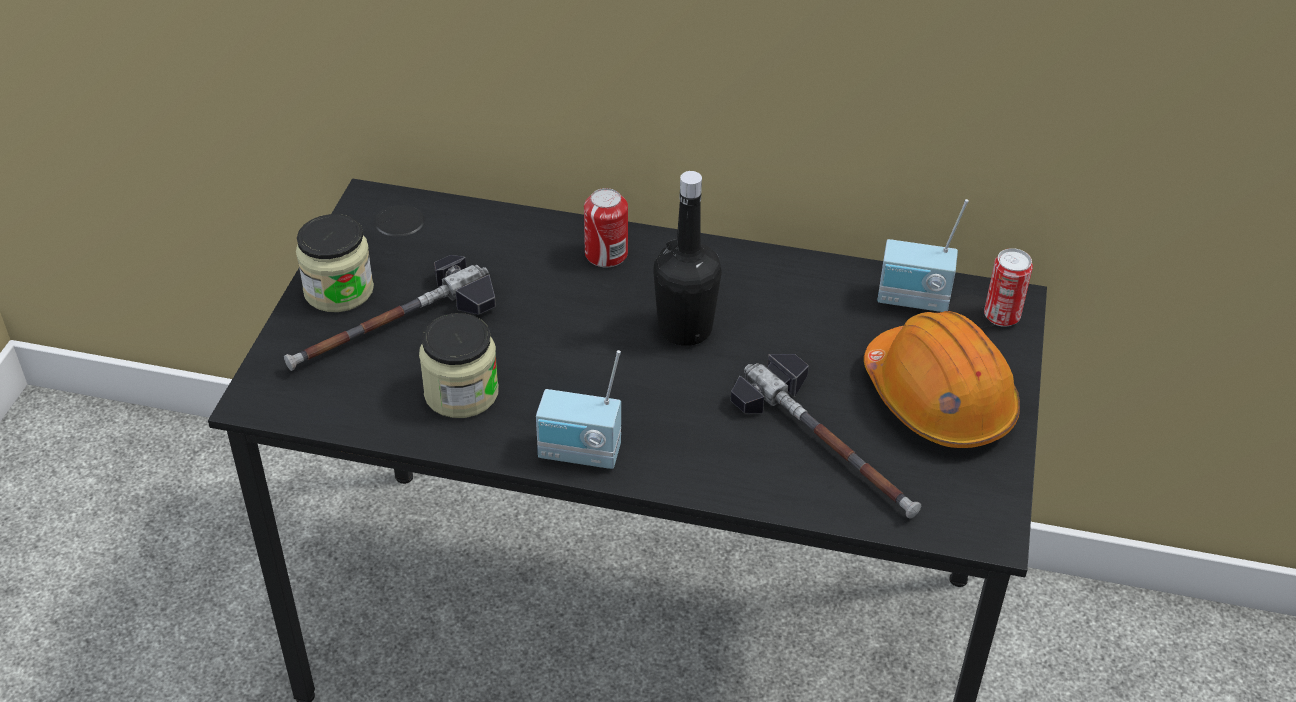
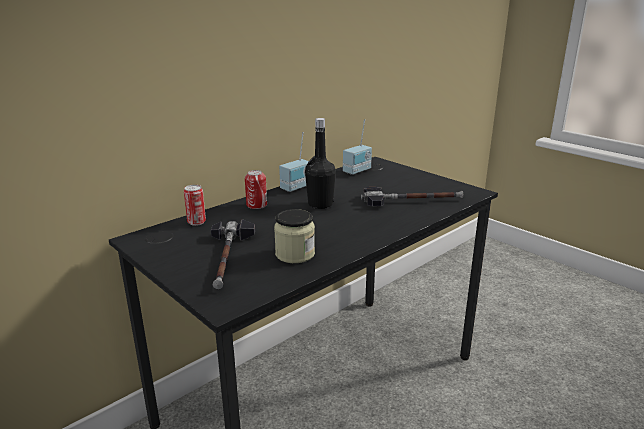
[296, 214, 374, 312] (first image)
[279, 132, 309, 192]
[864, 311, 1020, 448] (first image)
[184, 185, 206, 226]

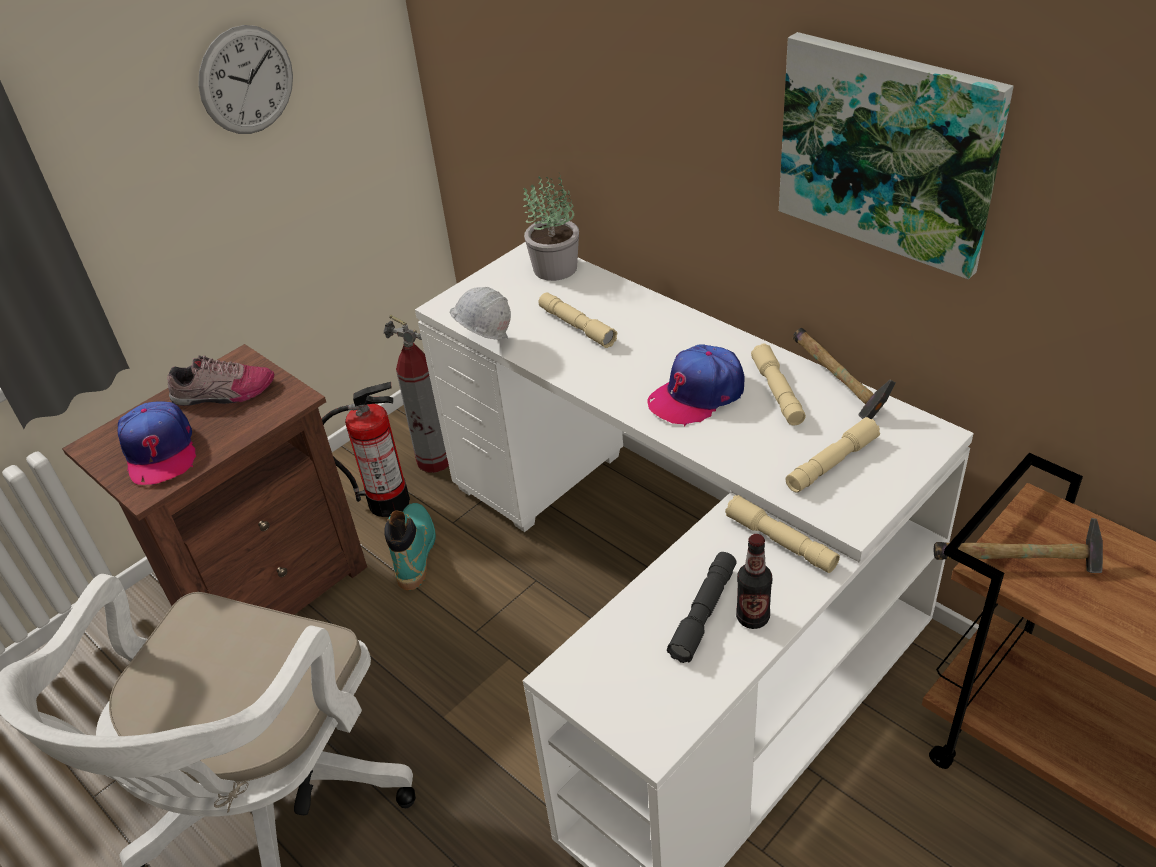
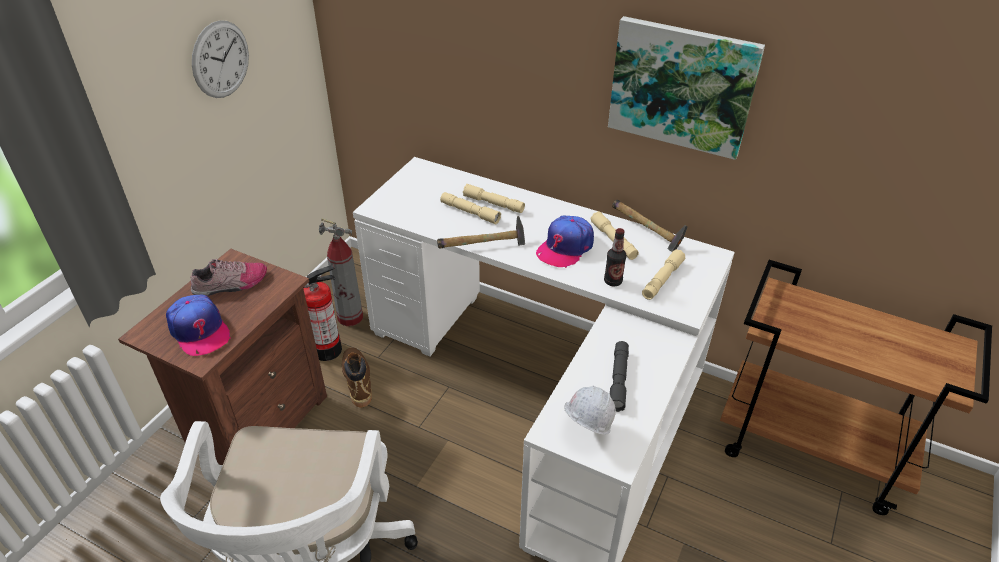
[342, 347, 372, 407]
[564, 386, 616, 435]
[523, 172, 579, 281] (first image)
[463, 184, 525, 213]
[604, 228, 626, 286]
[437, 216, 525, 249]

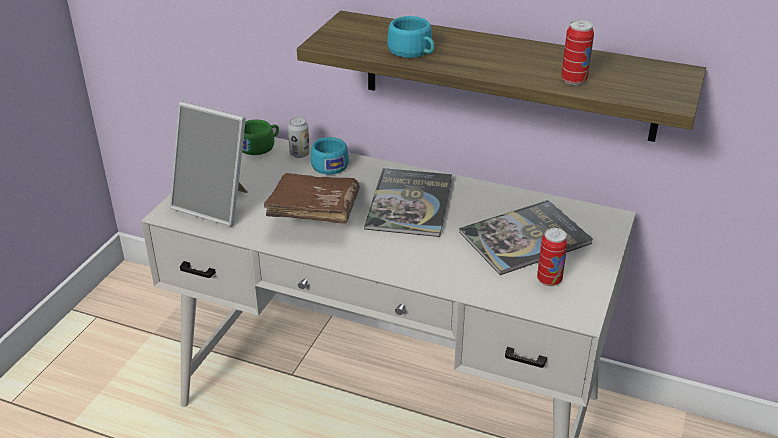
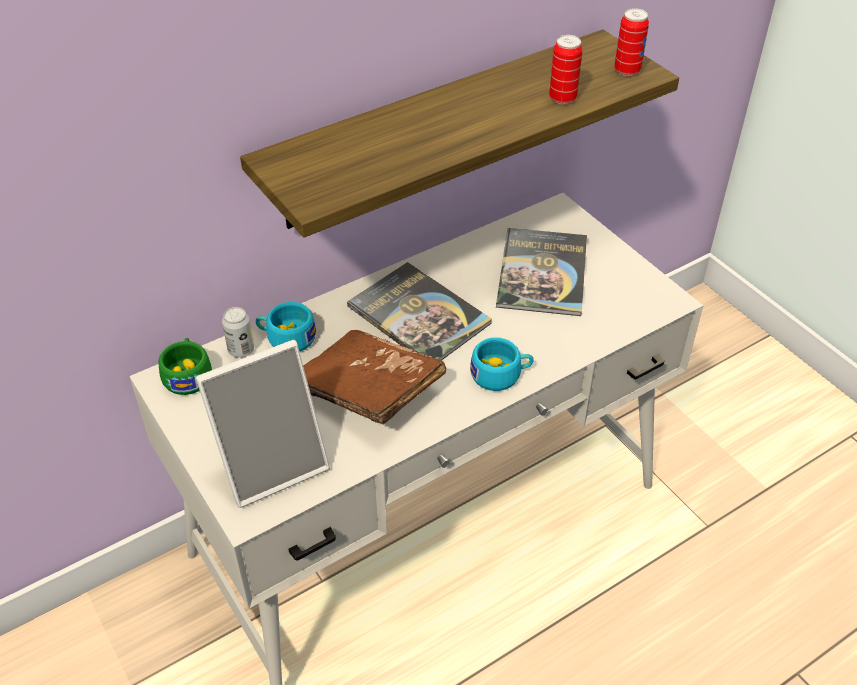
[470, 337, 534, 391]
[615, 8, 649, 76]

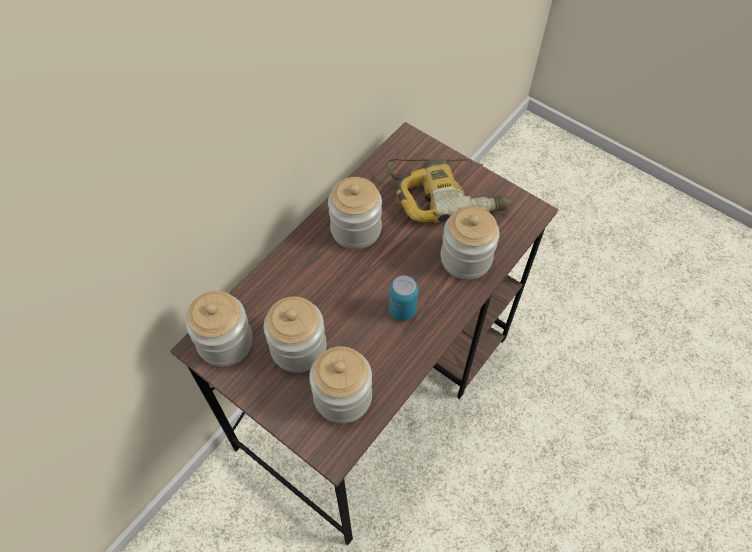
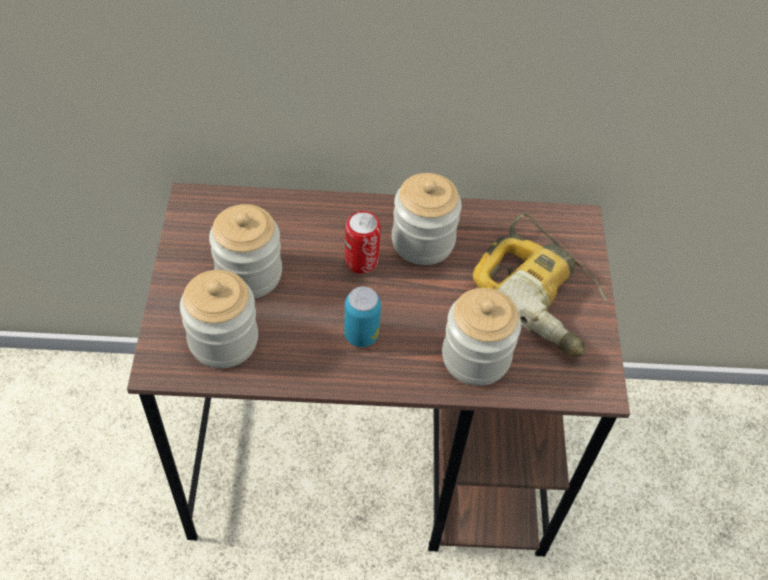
[185, 291, 253, 367] (first image)
[345, 211, 381, 274]

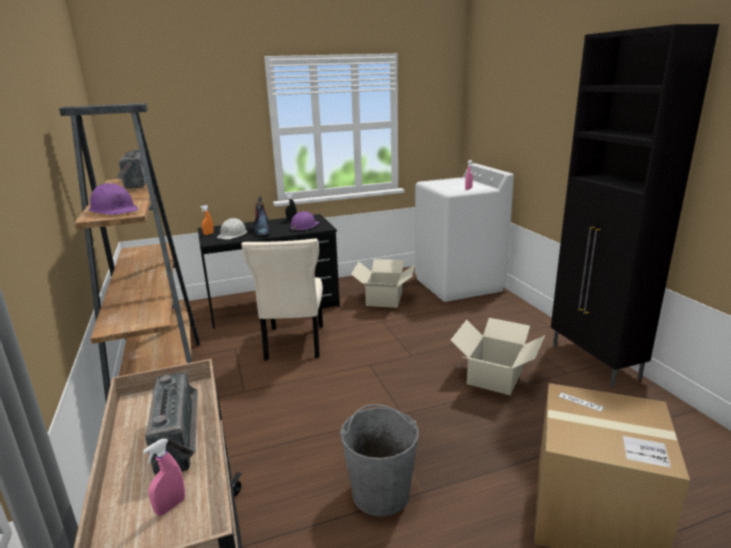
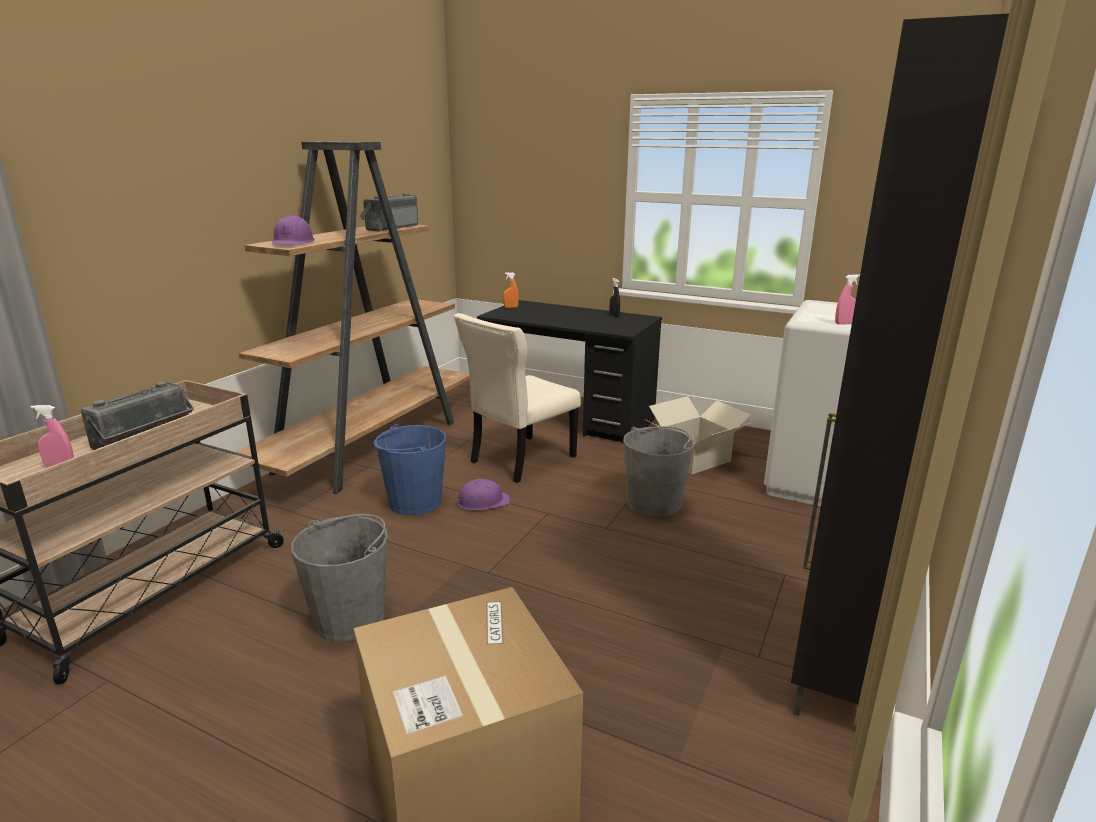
[217, 218, 247, 239] (first image)
[253, 197, 270, 236] (first image)
[454, 479, 511, 510]
[450, 318, 545, 395] (first image)
[374, 424, 446, 515]
[623, 426, 694, 517]

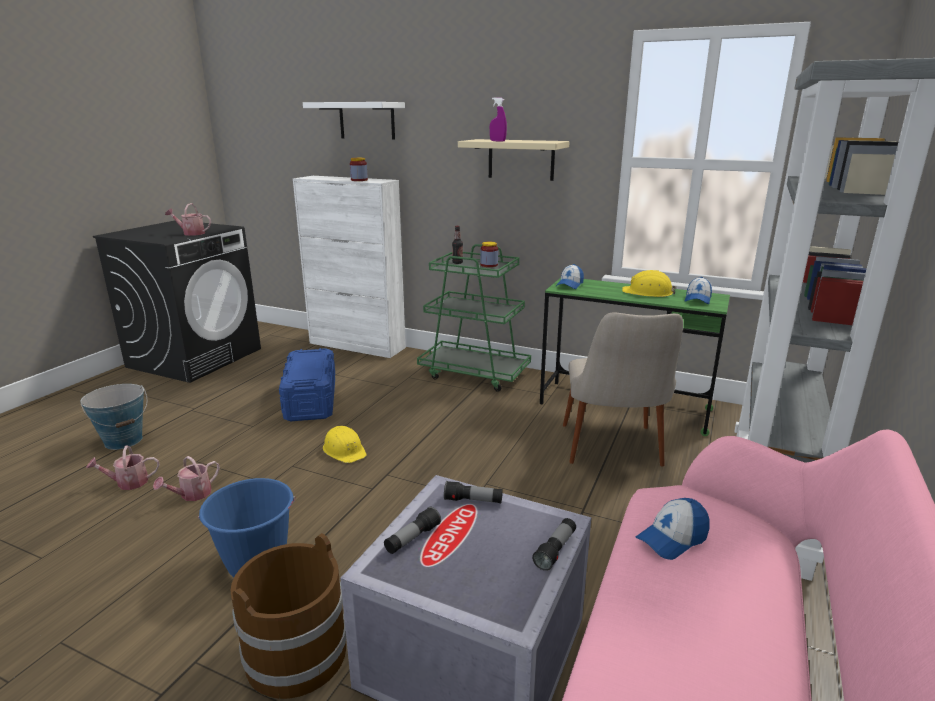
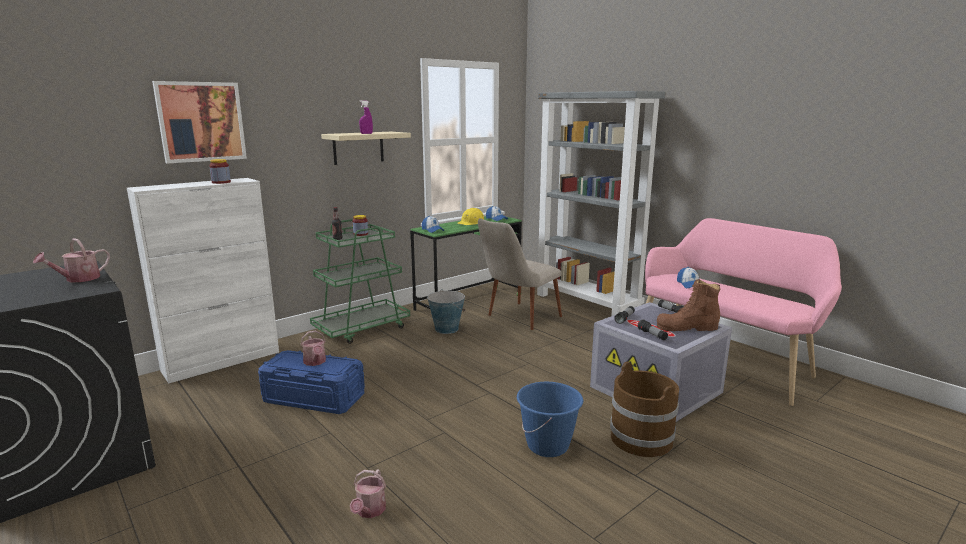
[427, 289, 465, 334]
[300, 331, 326, 366]
[152, 81, 247, 164]
[323, 426, 367, 463] (first image)
[478, 218, 562, 330]
[657, 279, 720, 331]

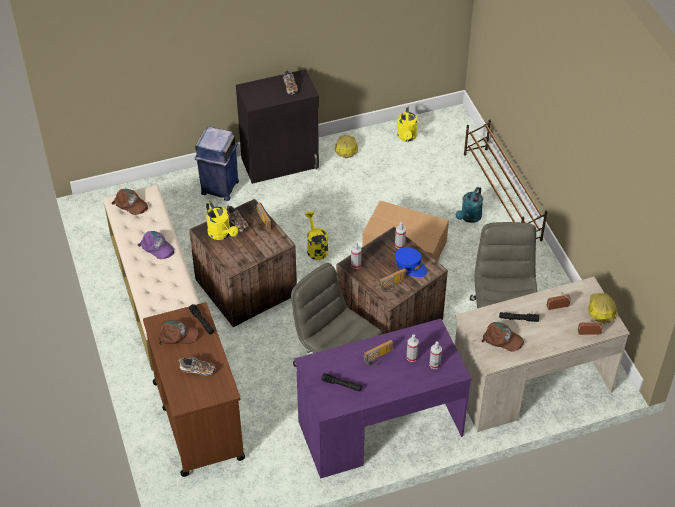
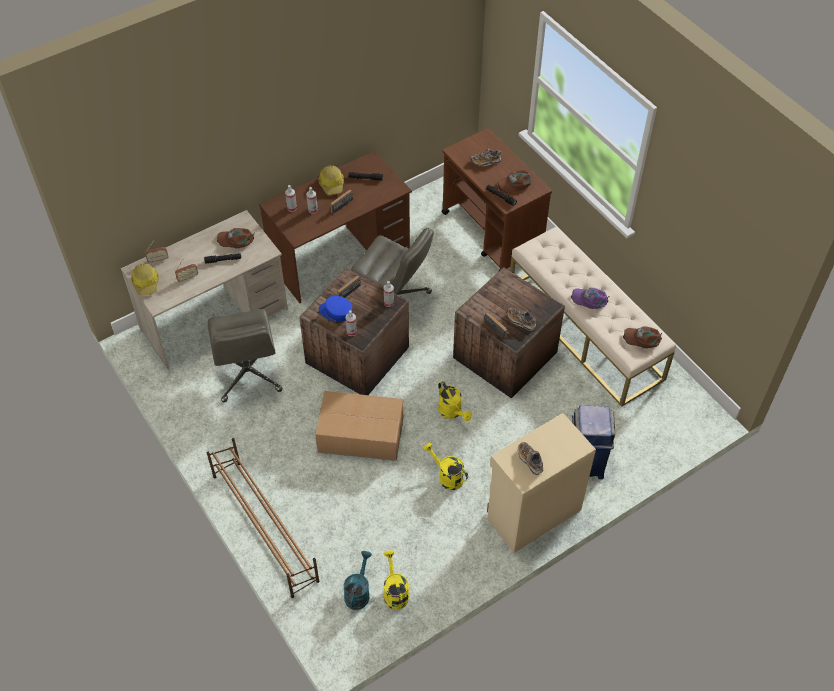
[423, 443, 468, 490]
[487, 413, 596, 553]
[259, 150, 412, 303]
[318, 166, 344, 195]
[344, 551, 372, 610]

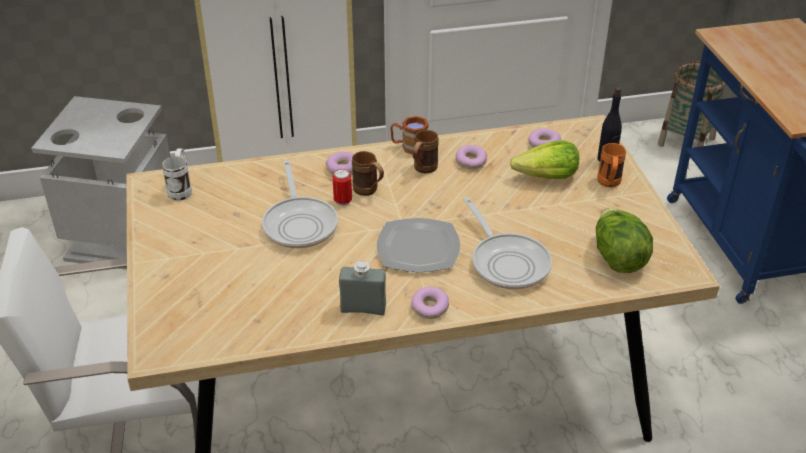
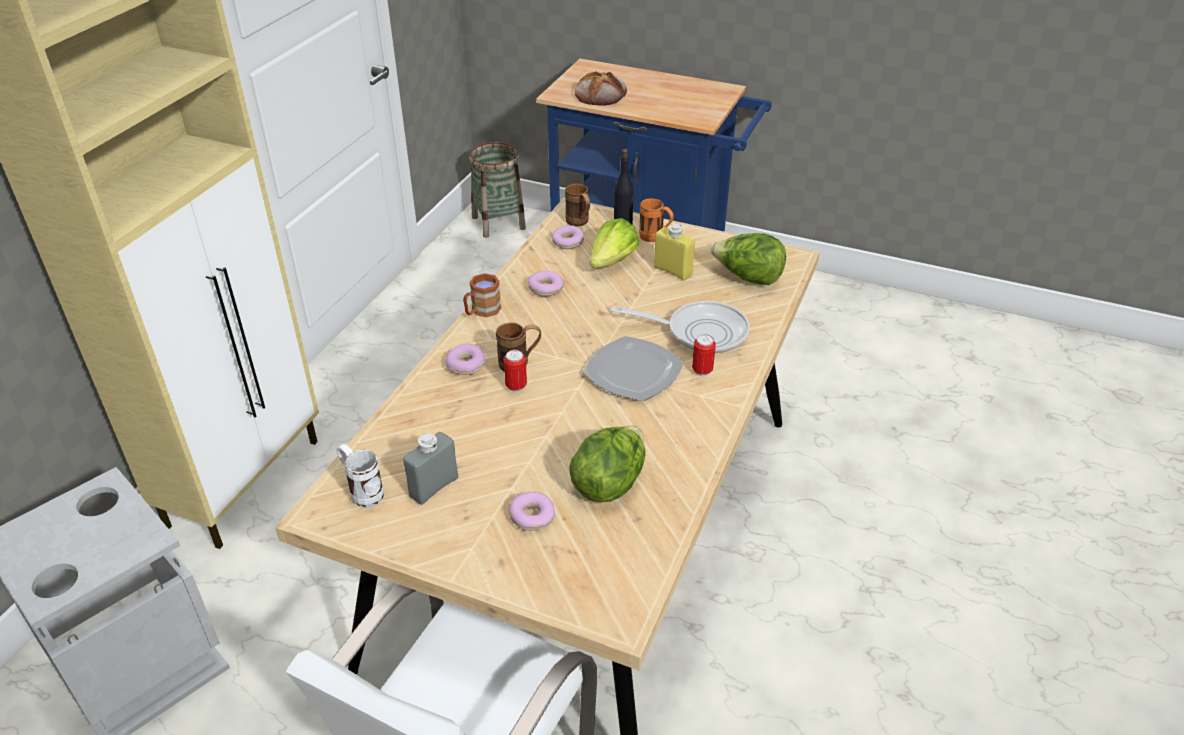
[262, 160, 338, 248] (first image)
[403, 432, 458, 505]
[509, 492, 555, 531]
[565, 183, 590, 227]
[569, 426, 645, 502]
[575, 71, 627, 106]
[654, 224, 695, 281]
[692, 334, 716, 376]

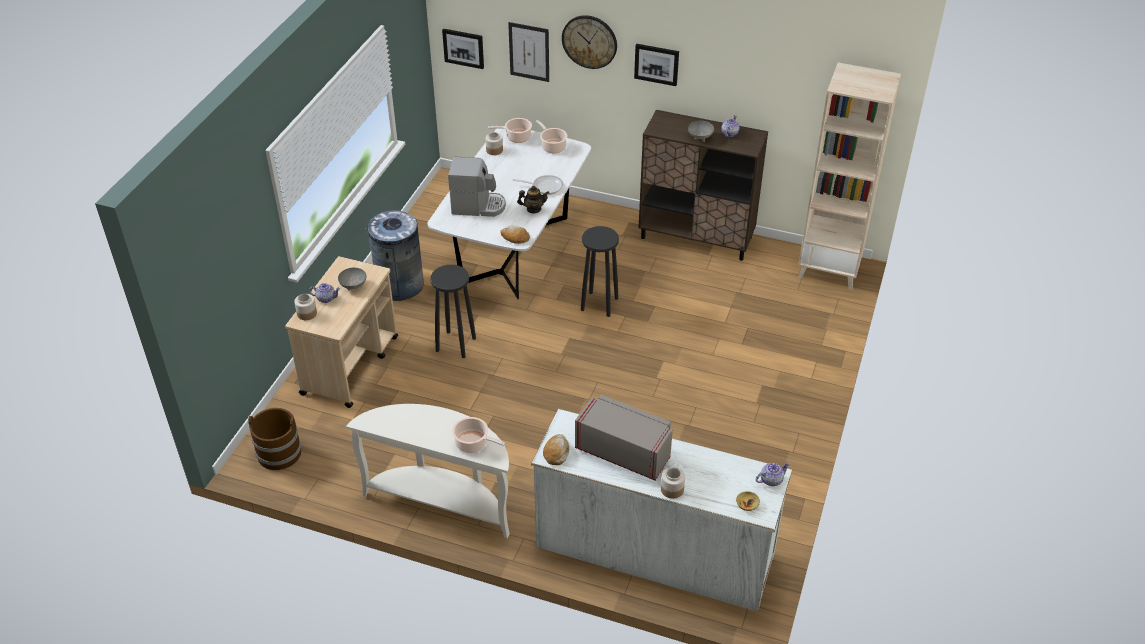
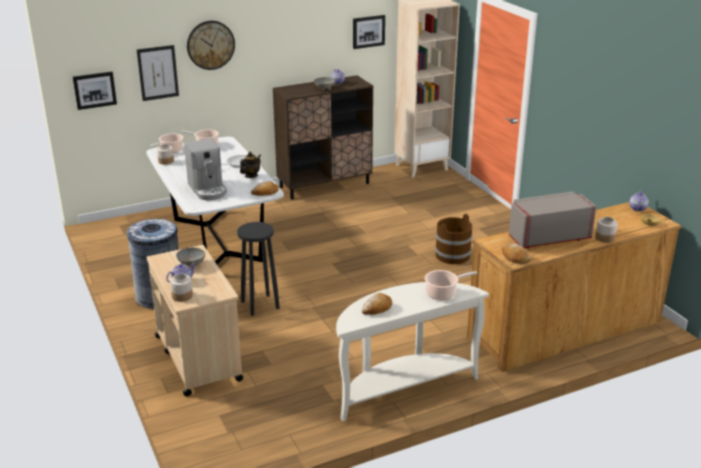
[435, 214, 472, 264]
[184, 138, 227, 200]
[467, 202, 682, 372]
[581, 226, 619, 317] (first image)
[353, 15, 385, 49]
[362, 293, 392, 315]

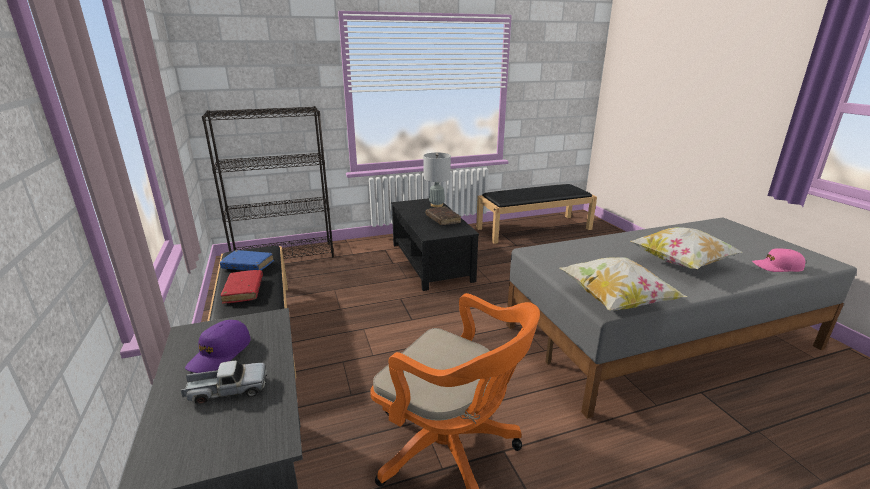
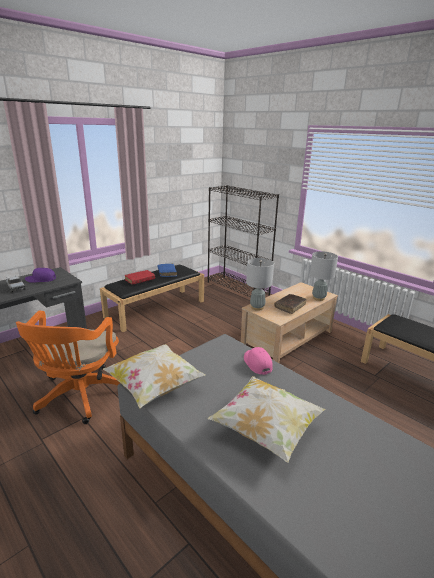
[241, 282, 338, 363]
[244, 347, 273, 375]
[246, 258, 274, 311]

